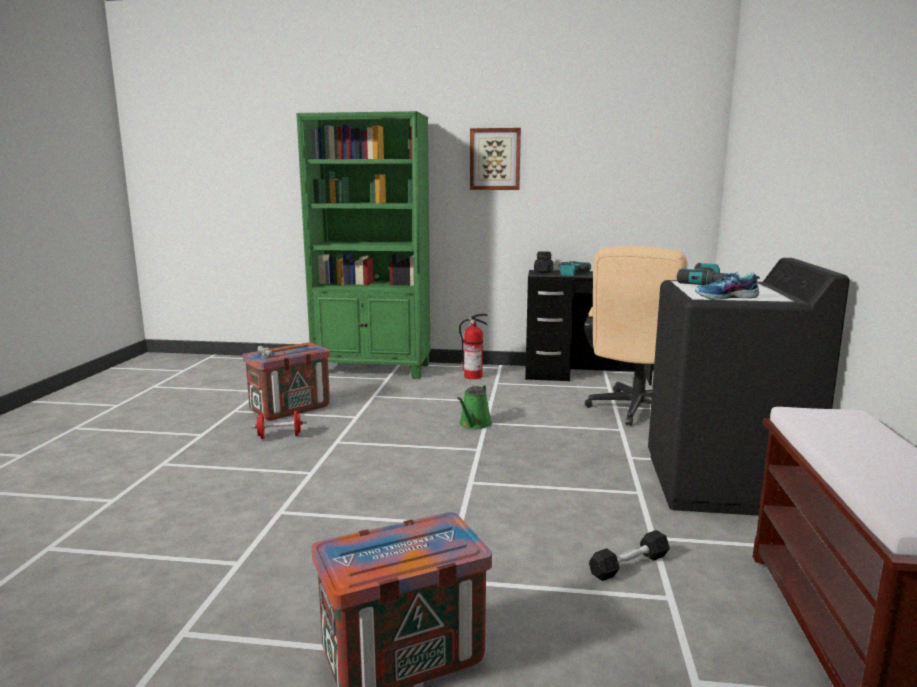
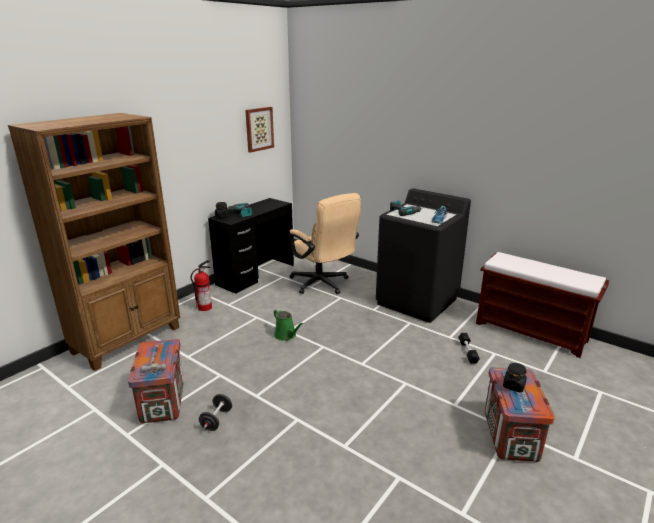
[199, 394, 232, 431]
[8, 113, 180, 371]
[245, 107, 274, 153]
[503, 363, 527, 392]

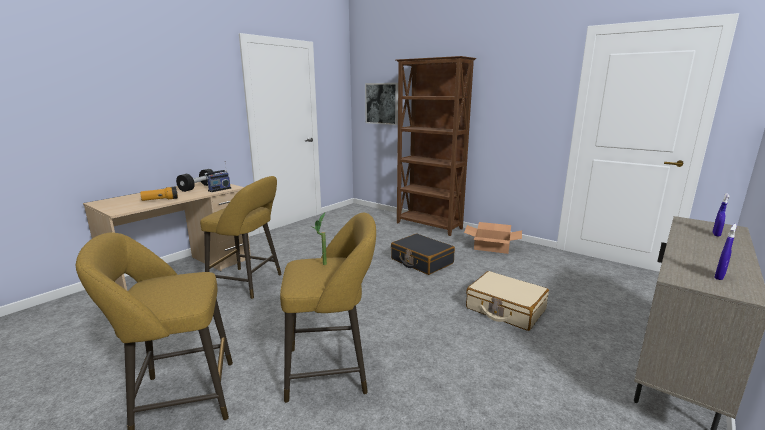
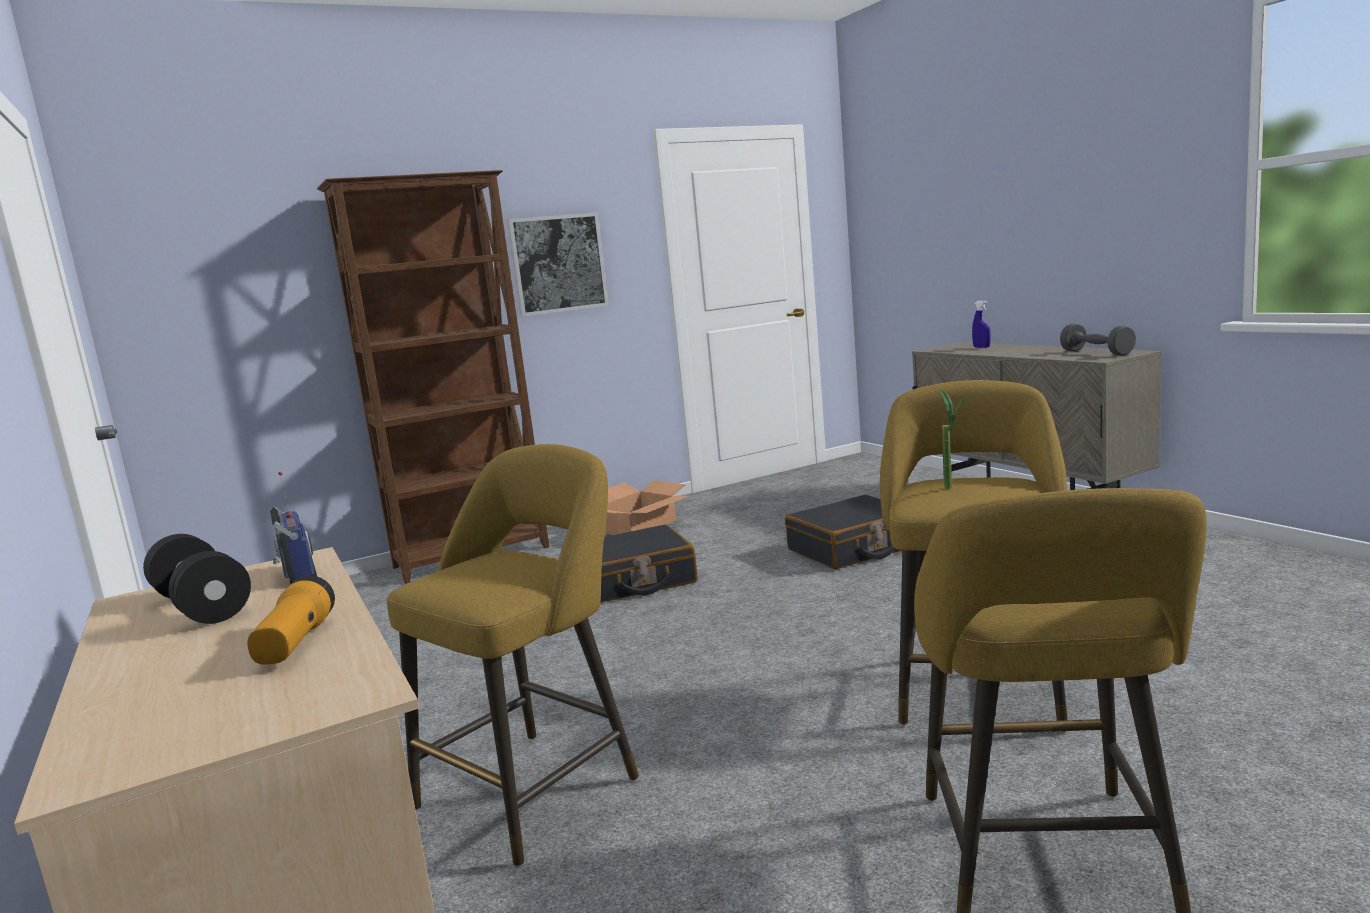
[507, 212, 609, 316]
[785, 495, 902, 569]
[1060, 324, 1136, 355]

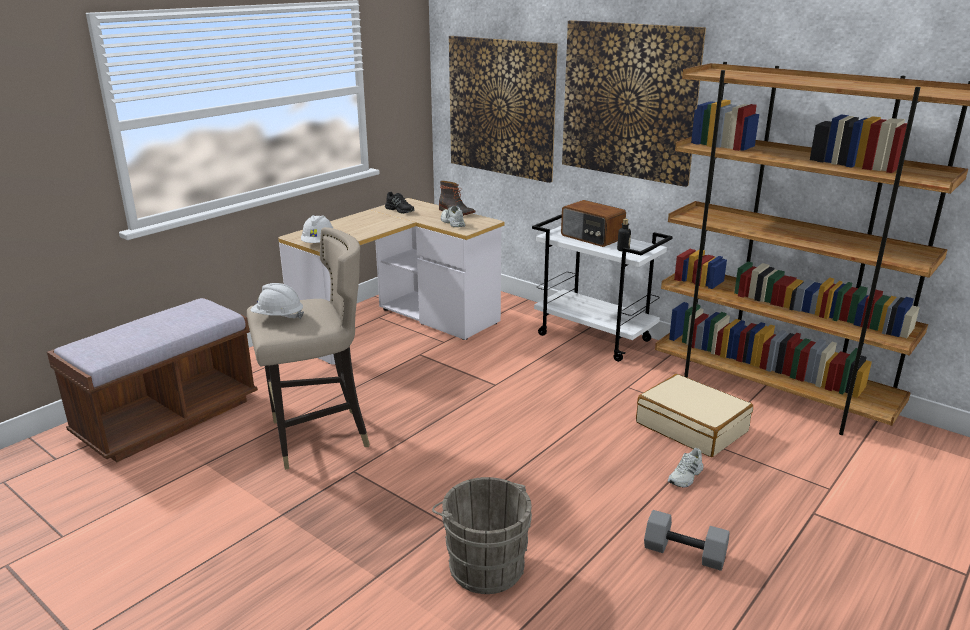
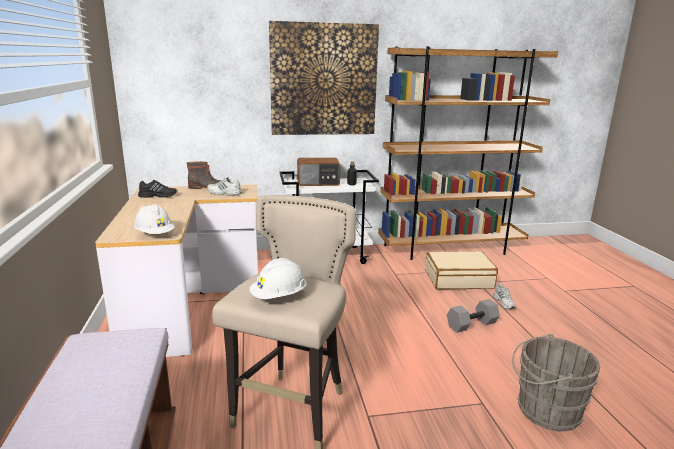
[449, 36, 558, 183] (first image)
[447, 299, 500, 333]

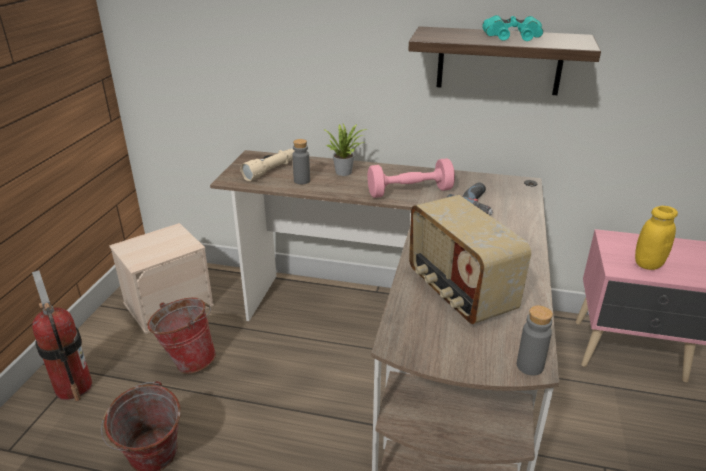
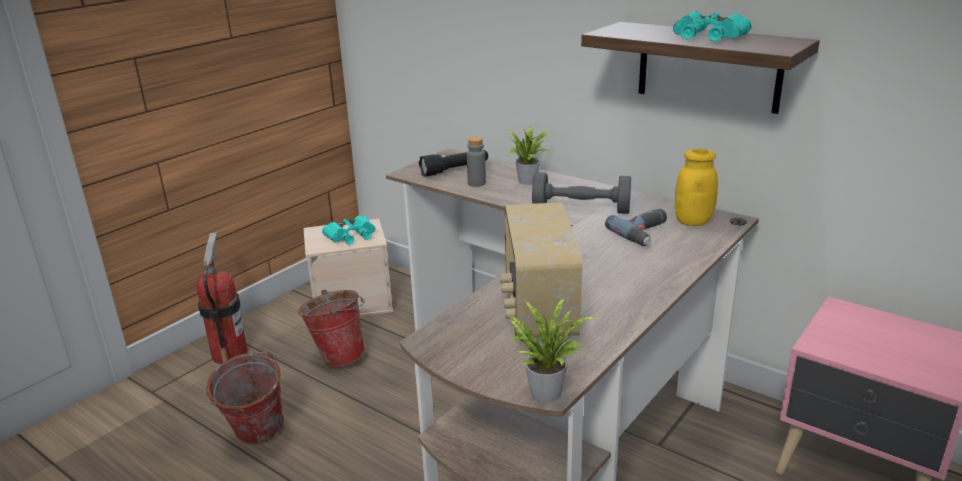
[419, 150, 488, 177]
[532, 172, 631, 214]
[509, 298, 596, 402]
[675, 149, 718, 226]
[322, 215, 376, 245]

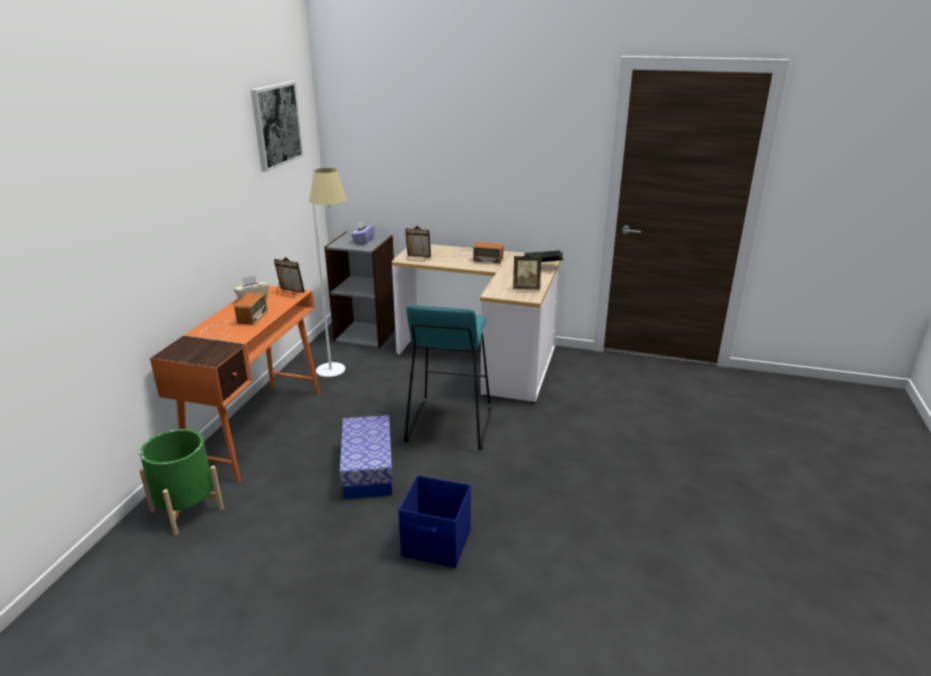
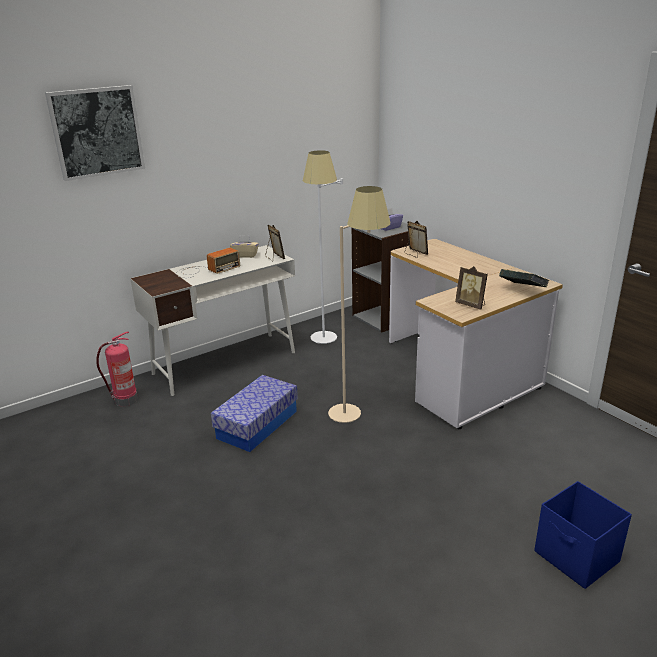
[96, 332, 138, 406]
[130, 245, 295, 396]
[45, 85, 145, 181]
[535, 481, 632, 589]
[328, 186, 390, 423]
[451, 242, 504, 264] (first image)

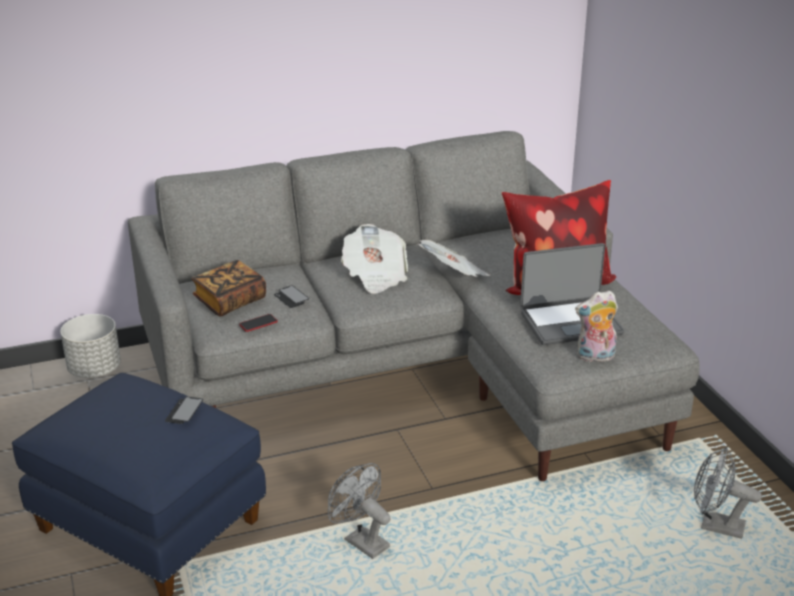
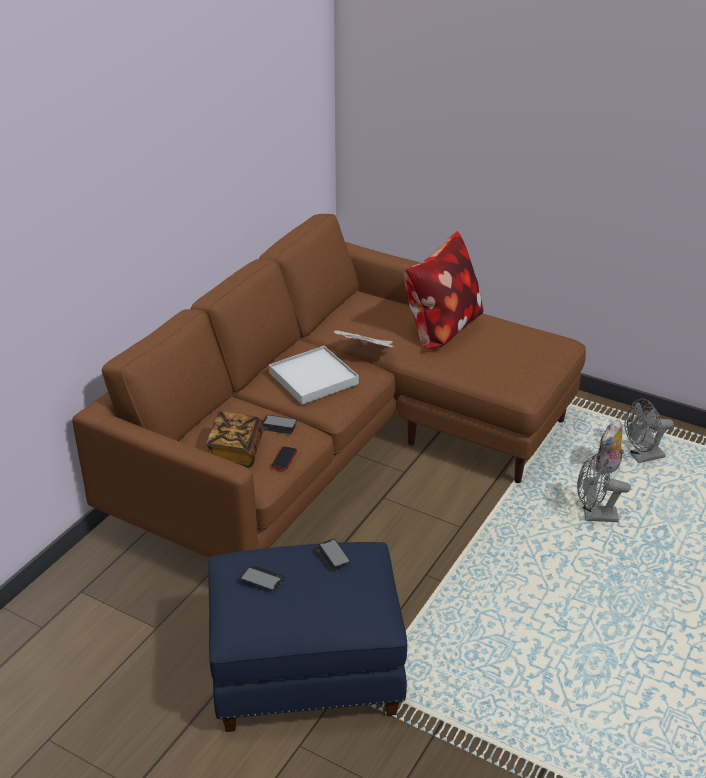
[60, 314, 121, 378] (first image)
[72, 214, 586, 558]
[577, 453, 631, 522]
[269, 346, 359, 405]
[520, 243, 624, 345] (first image)
[595, 419, 625, 474]
[241, 566, 285, 590]

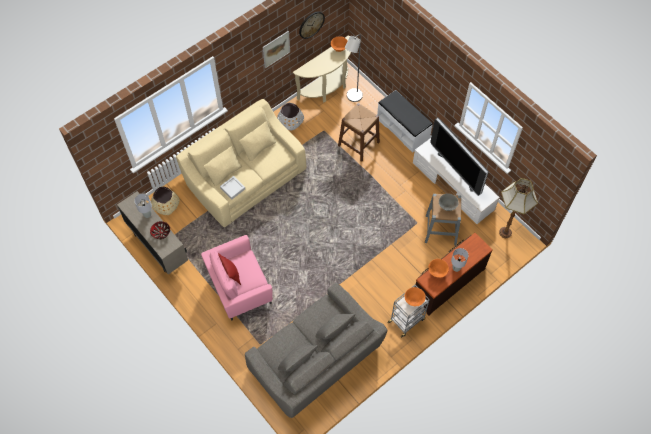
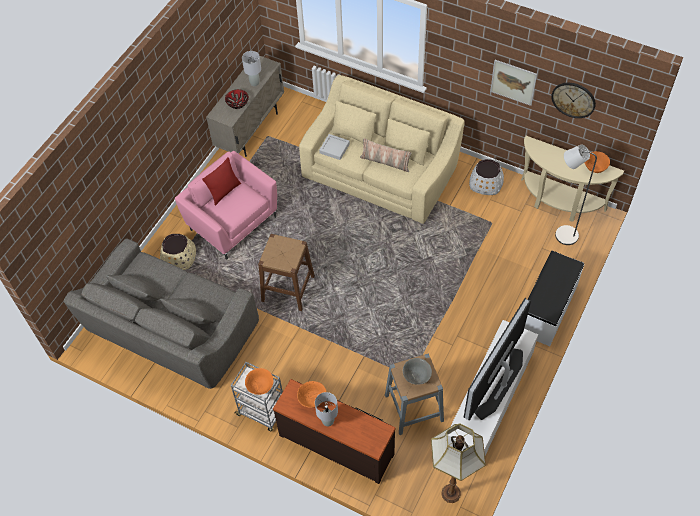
[160, 234, 196, 270]
[258, 234, 315, 311]
[360, 138, 411, 172]

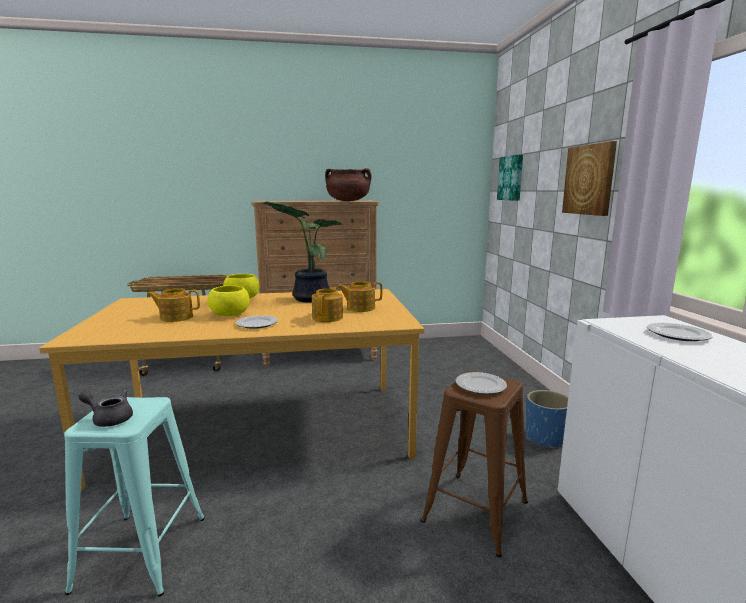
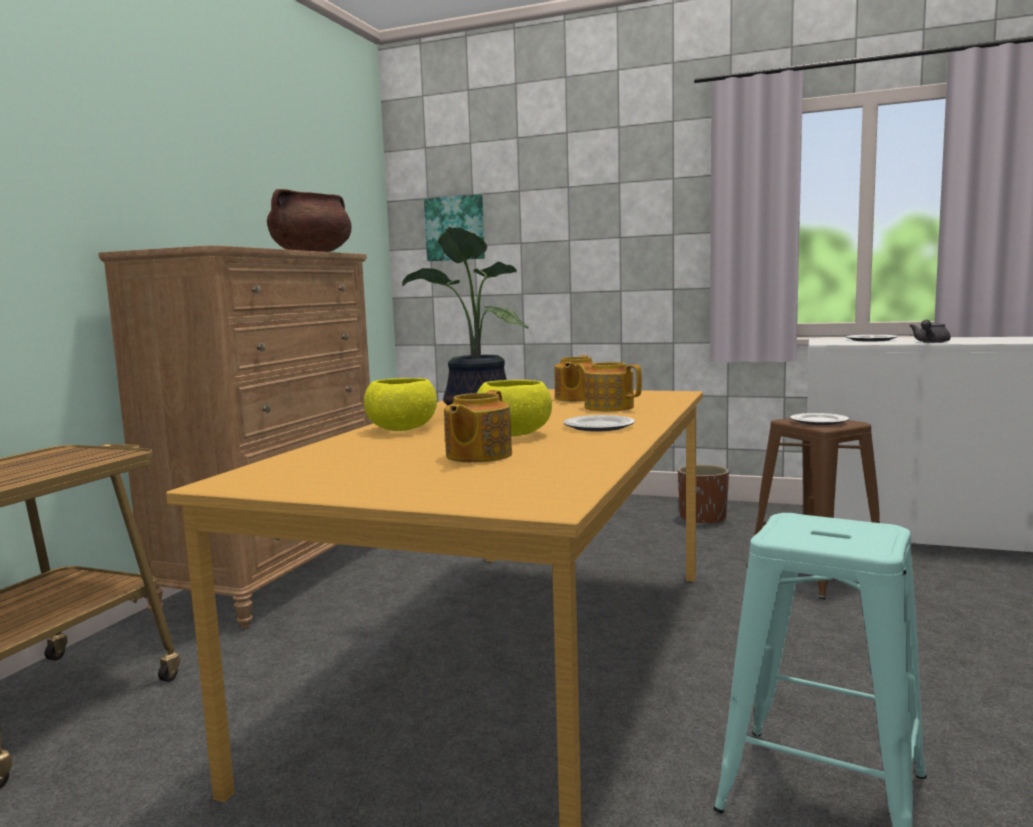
[910, 320, 951, 343]
[678, 464, 729, 525]
[562, 141, 617, 216] (first image)

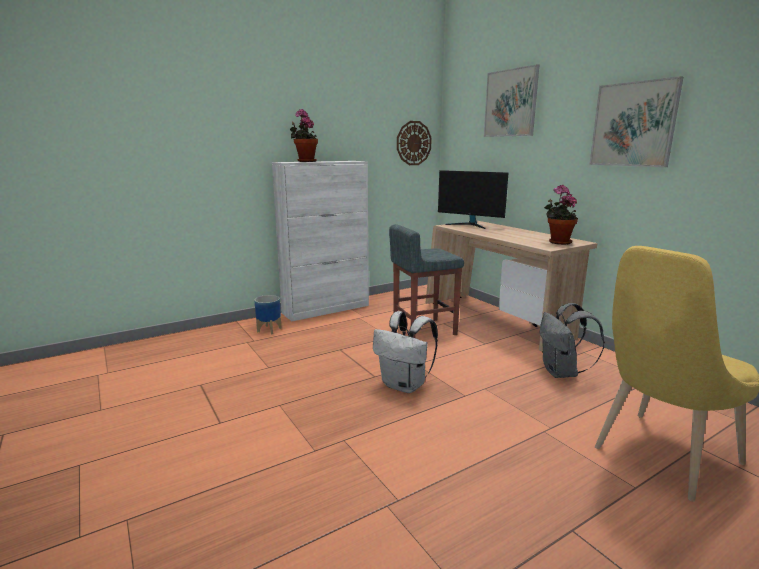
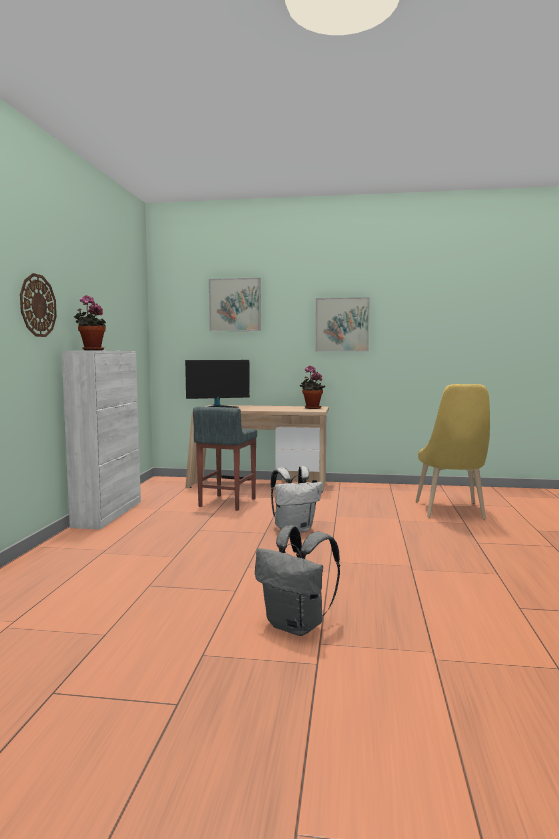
[254, 295, 282, 335] (first image)
[20, 273, 57, 337]
[255, 526, 340, 636]

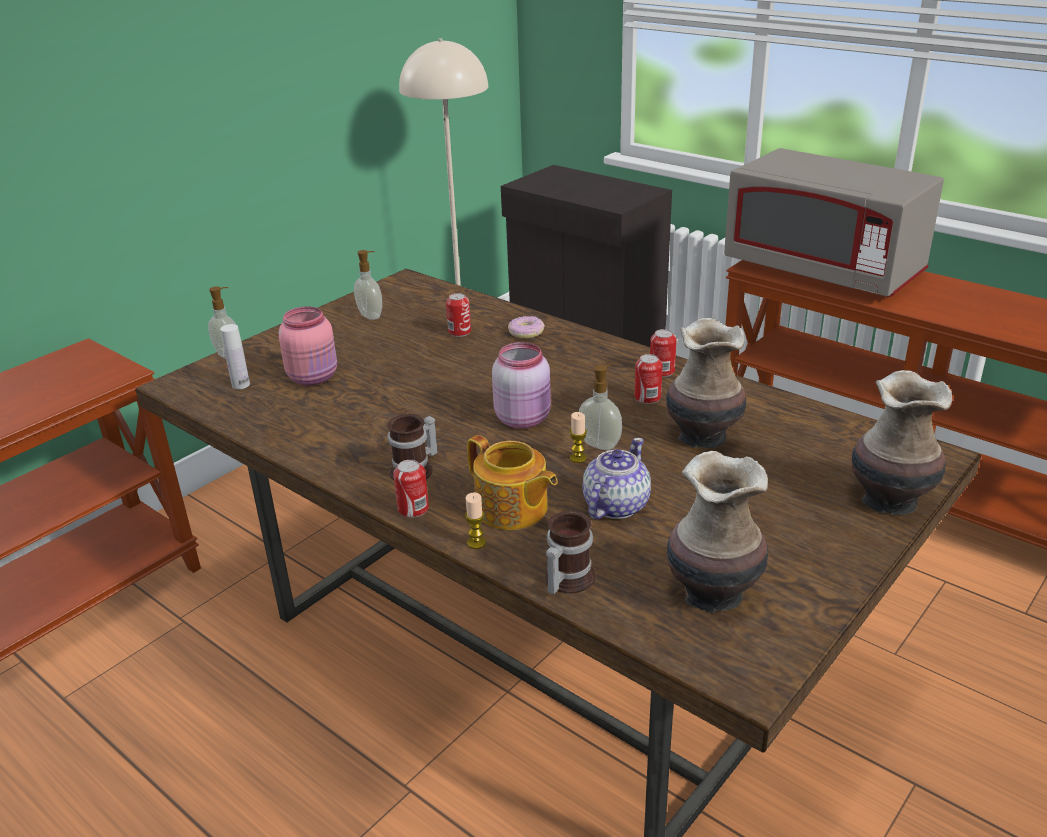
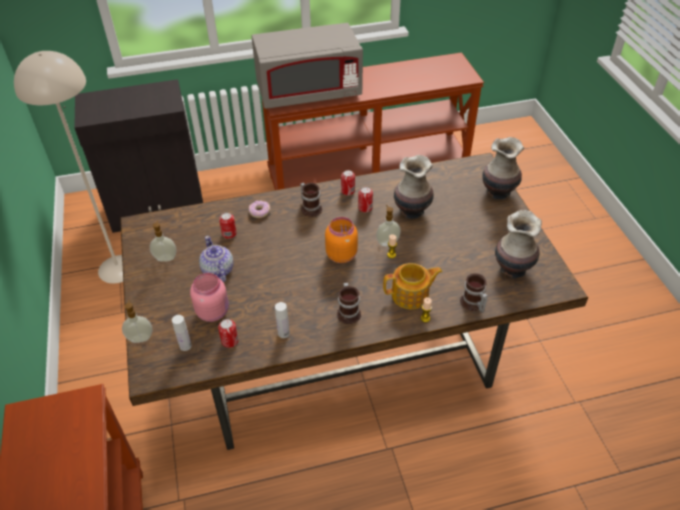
[218, 319, 239, 348]
[325, 217, 358, 263]
[199, 236, 234, 282]
[275, 302, 290, 338]
[300, 183, 322, 217]

